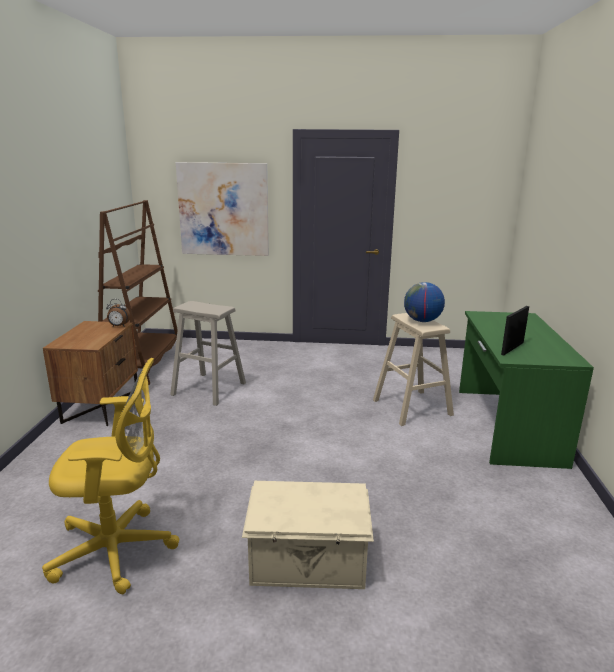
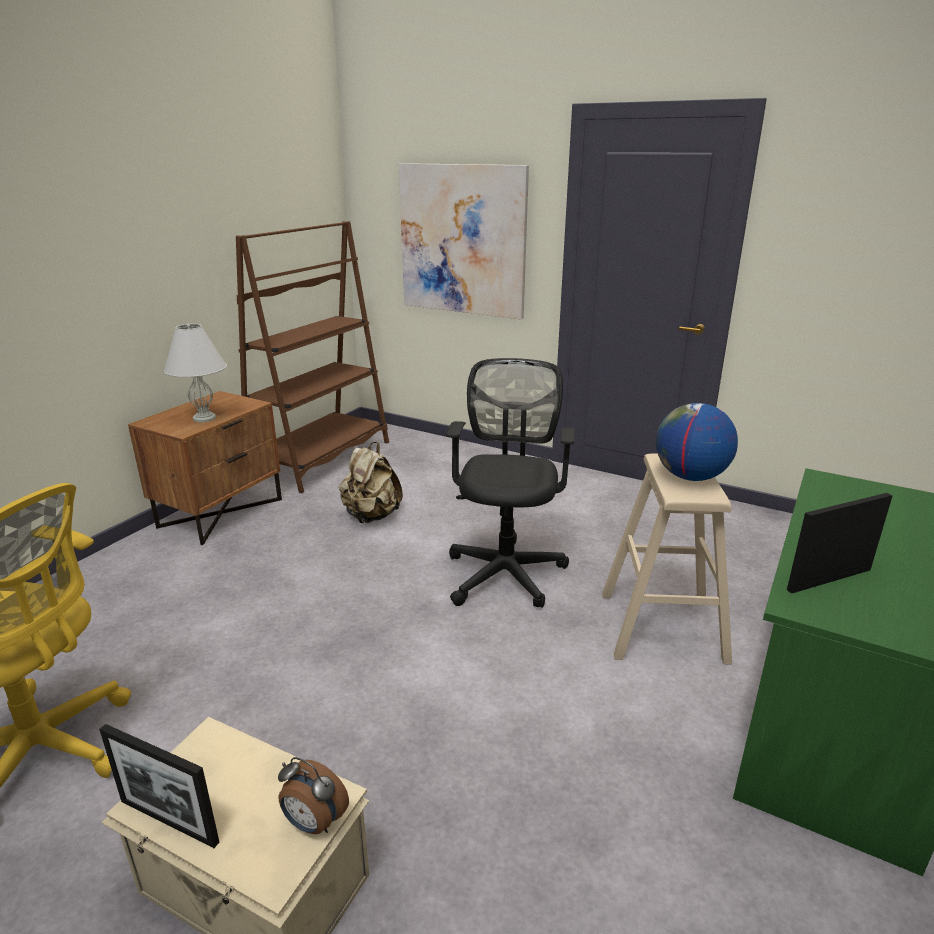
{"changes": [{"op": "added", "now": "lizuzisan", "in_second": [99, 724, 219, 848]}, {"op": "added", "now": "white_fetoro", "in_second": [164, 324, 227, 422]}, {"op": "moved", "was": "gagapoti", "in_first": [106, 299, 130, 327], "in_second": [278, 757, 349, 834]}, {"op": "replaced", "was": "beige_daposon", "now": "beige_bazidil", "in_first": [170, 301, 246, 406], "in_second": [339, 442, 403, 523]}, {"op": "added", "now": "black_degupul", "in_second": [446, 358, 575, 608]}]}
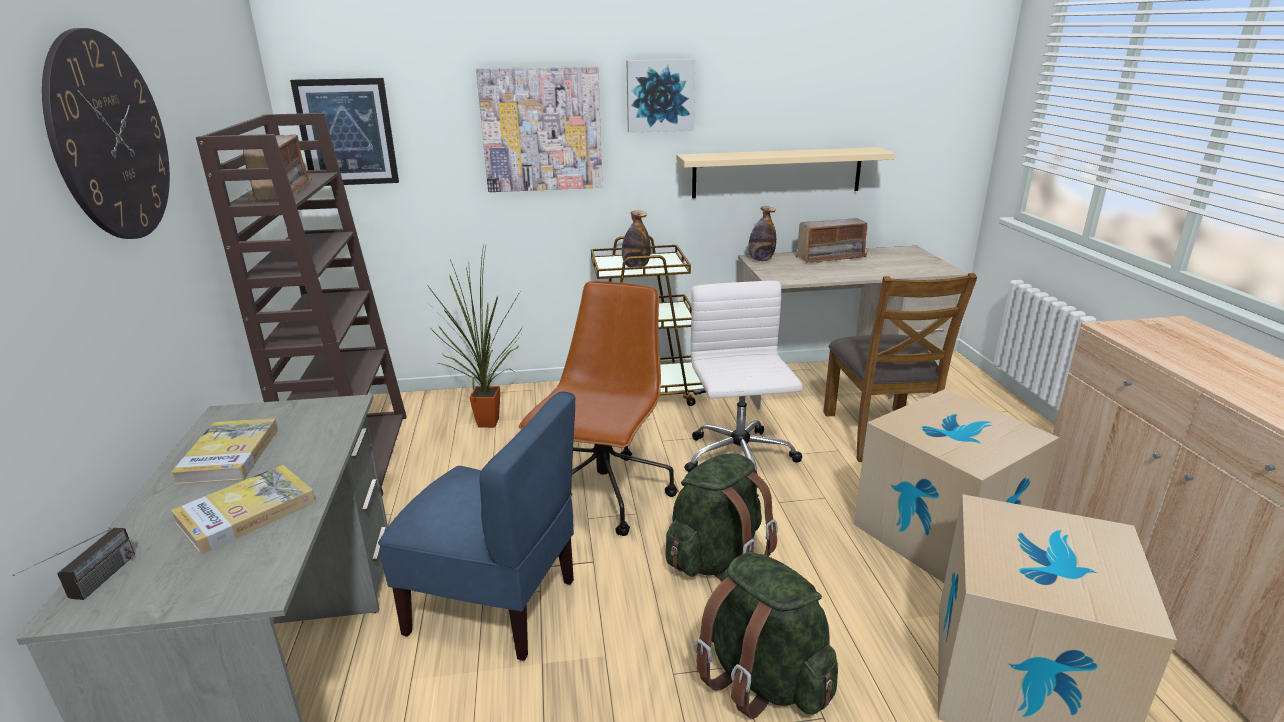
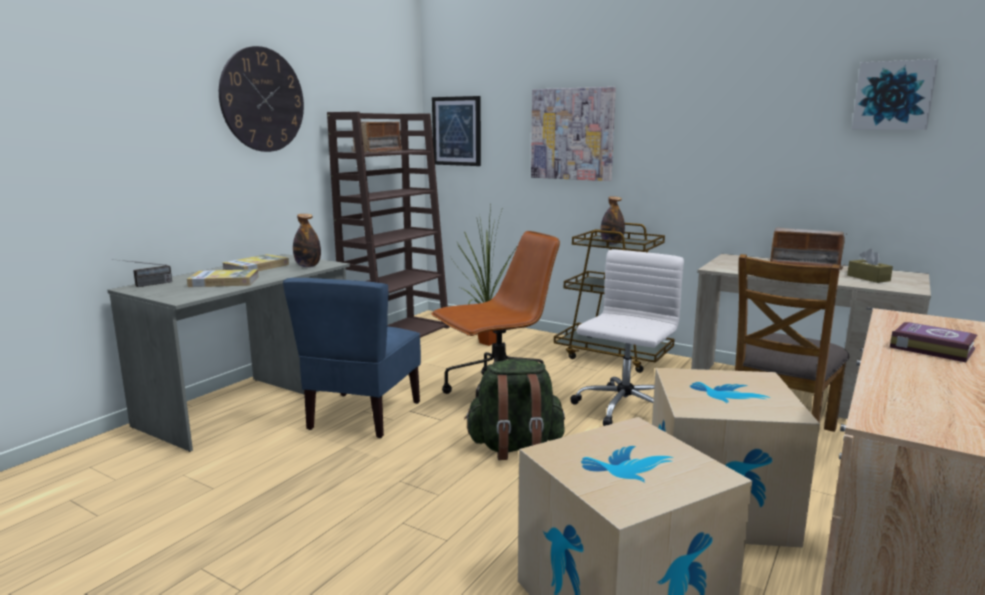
{"changes": [{"op": "turned", "was": "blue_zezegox", "in_first": [378, 392, 575, 661], "in_second": [283, 278, 421, 438], "clockwise": 45}, {"op": "moved", "was": "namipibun", "in_first": [749, 206, 776, 261], "in_second": [293, 214, 321, 267]}, {"op": "added", "now": "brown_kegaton", "in_second": [847, 249, 893, 283]}, {"op": "moved", "was": "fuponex", "in_first": [626, 59, 695, 133], "in_second": [852, 59, 939, 130]}, {"op": "added", "now": "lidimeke", "in_second": [890, 322, 977, 362]}, {"op": "removed", "was": "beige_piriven", "in_first": [677, 147, 895, 198]}, {"op": "removed", "was": "green_bazidil", "in_first": [694, 552, 838, 719]}]}
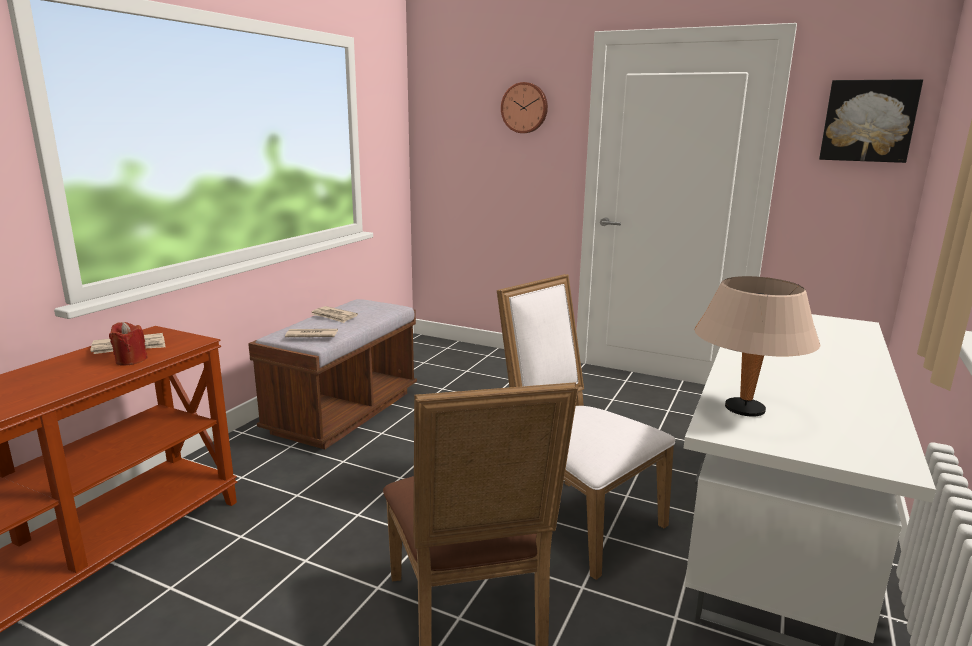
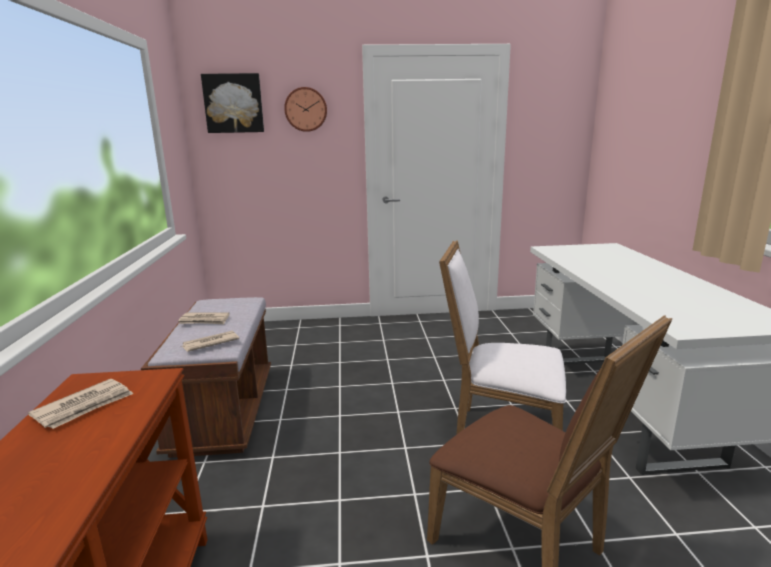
{"changes": [{"op": "moved", "was": "fuponex", "in_first": [819, 79, 923, 163], "in_second": [201, 73, 264, 133]}, {"op": "removed", "was": "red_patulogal", "in_first": [109, 322, 148, 365]}, {"op": "removed", "was": "beige_fetoro", "in_first": [695, 276, 821, 417]}]}
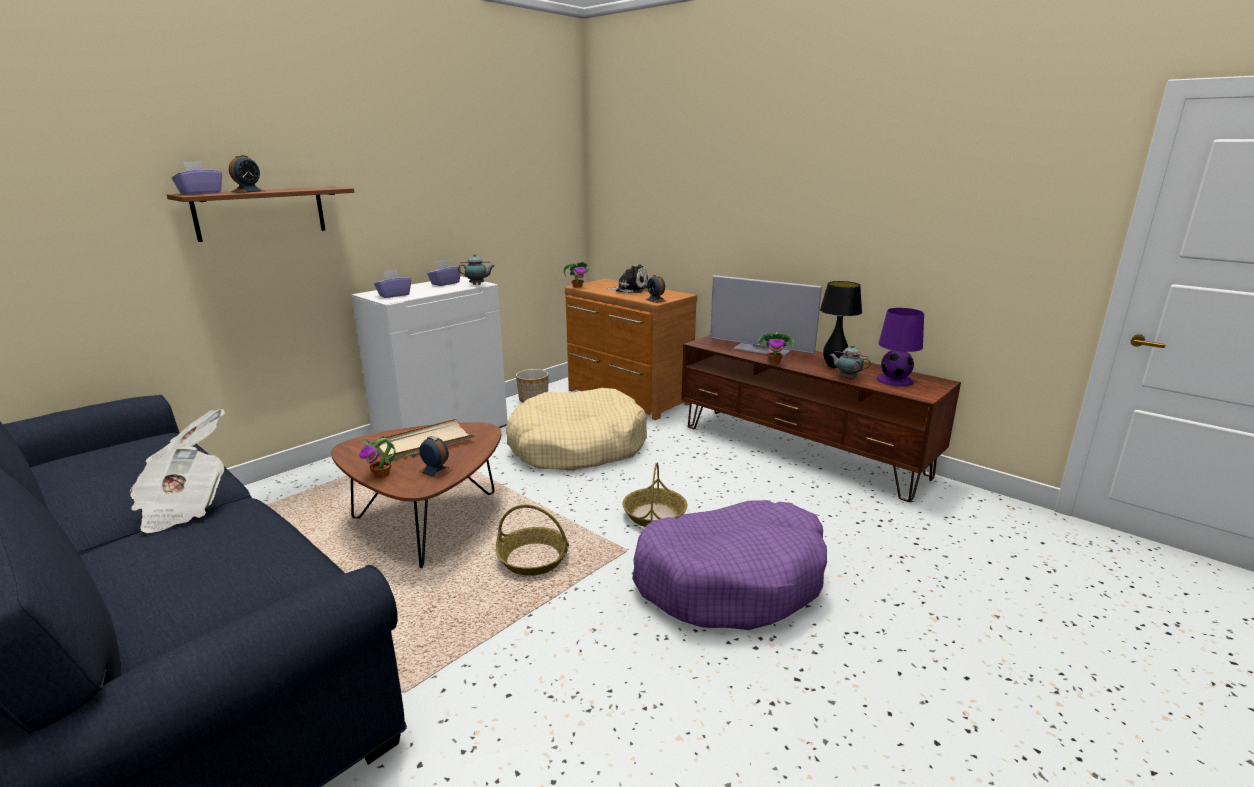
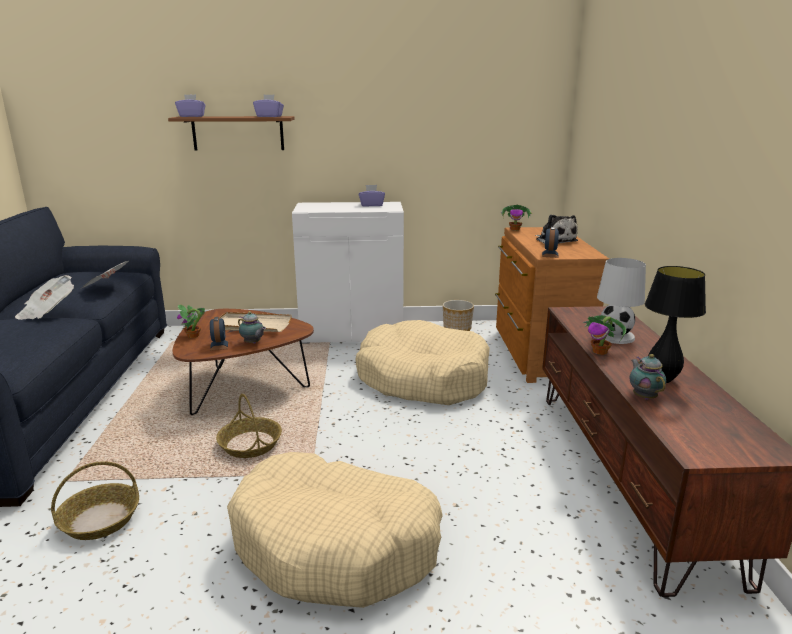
{"changes": [{"op": "moved", "was": "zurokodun", "in_first": [622, 462, 687, 527], "in_second": [51, 461, 139, 540]}, {"op": "recoloured", "was": "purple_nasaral", "now": "beige_nasaral", "in_first": [632, 500, 827, 630], "in_second": [227, 452, 443, 608]}, {"op": "moved", "was": "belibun", "in_first": [458, 254, 494, 285], "in_second": [238, 311, 266, 344]}, {"op": "moved", "was": "purple_kegaton", "in_first": [374, 270, 411, 298], "in_second": [253, 94, 284, 117]}, {"op": "replaced", "was": "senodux", "now": "white_fetoro", "in_first": [710, 275, 822, 357], "in_second": [597, 258, 646, 344]}, {"op": "removed", "was": "gagapoti", "in_first": [229, 155, 265, 193]}, {"op": "removed", "was": "purple_fetoro", "in_first": [877, 308, 924, 387]}]}
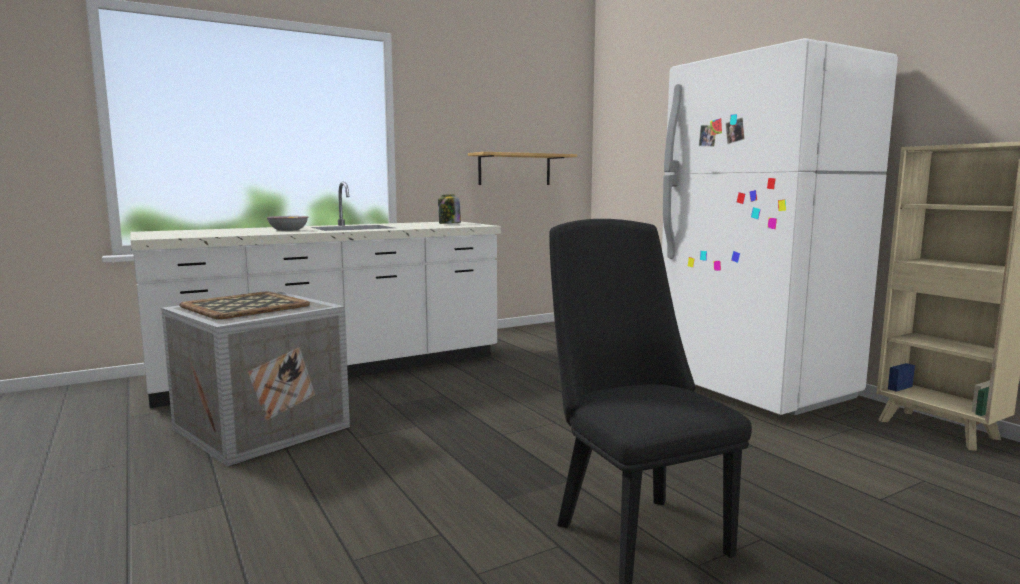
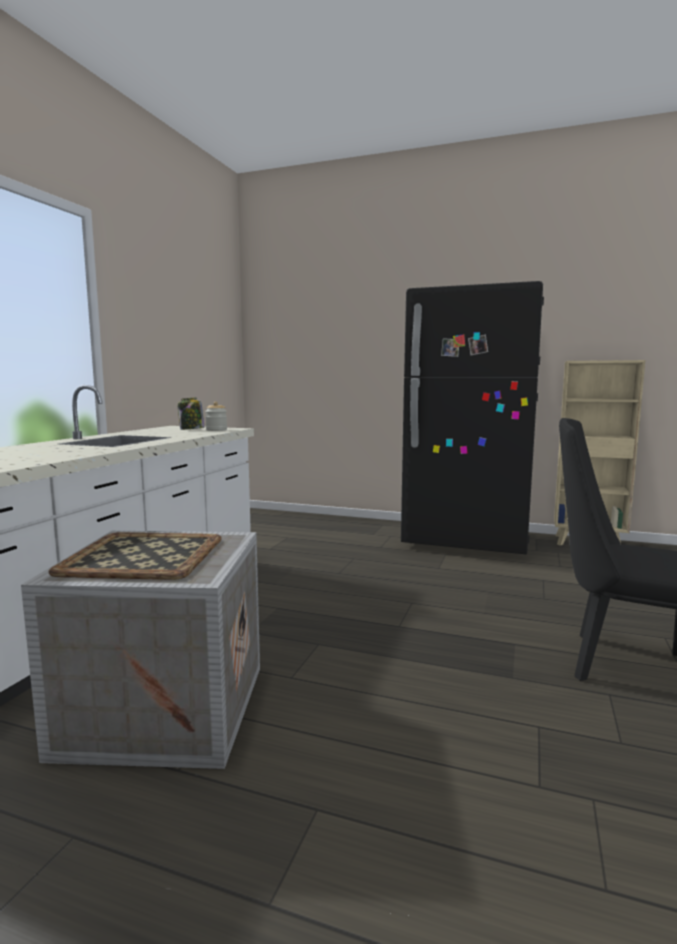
{"changes": [{"op": "added", "now": "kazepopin", "in_second": [205, 402, 227, 431]}, {"op": "recoloured", "was": "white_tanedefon", "now": "black_tanedefon", "in_first": [662, 38, 898, 415], "in_second": [401, 281, 544, 554]}, {"op": "removed", "was": "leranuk", "in_first": [266, 216, 309, 231]}, {"op": "removed", "was": "piriven", "in_first": [468, 152, 577, 185]}]}
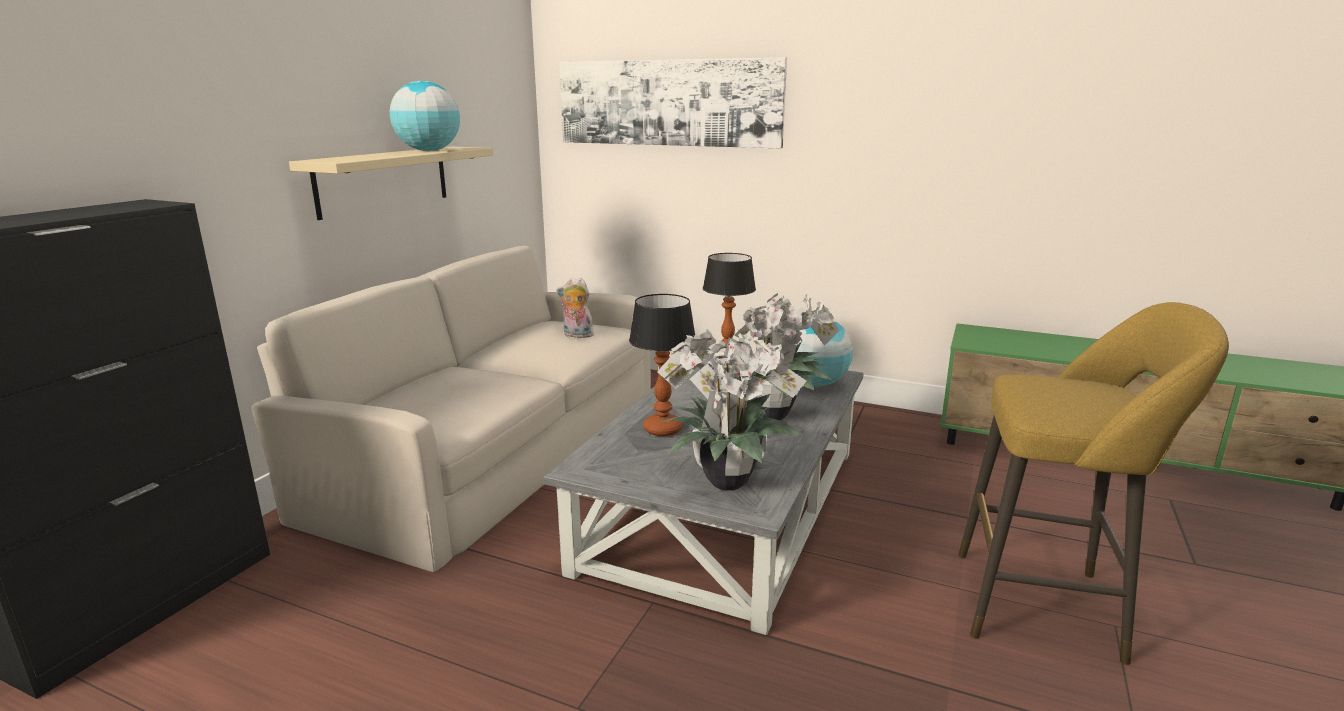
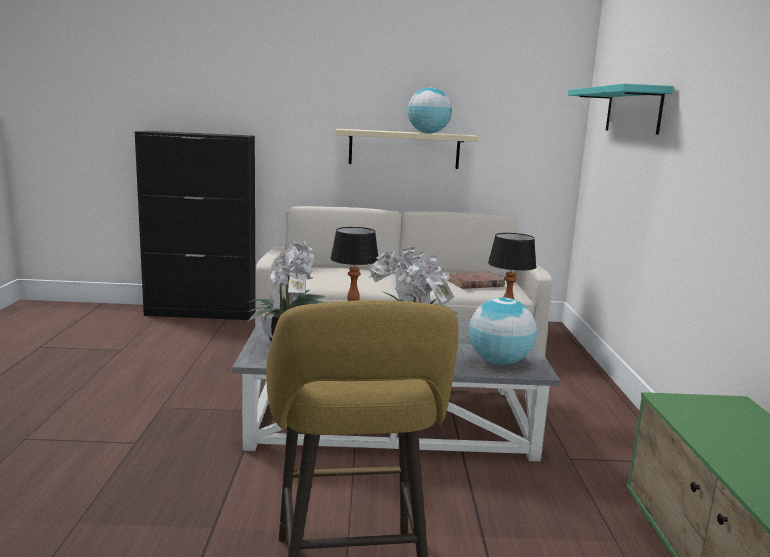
{"changes": [{"op": "replaced", "was": "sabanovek", "now": "brown_lidimeke", "in_first": [557, 278, 594, 338], "in_second": [447, 272, 505, 289]}, {"op": "replaced", "was": "fuponex", "now": "turquoise_piriven", "in_first": [559, 57, 787, 148], "in_second": [568, 83, 674, 135]}]}
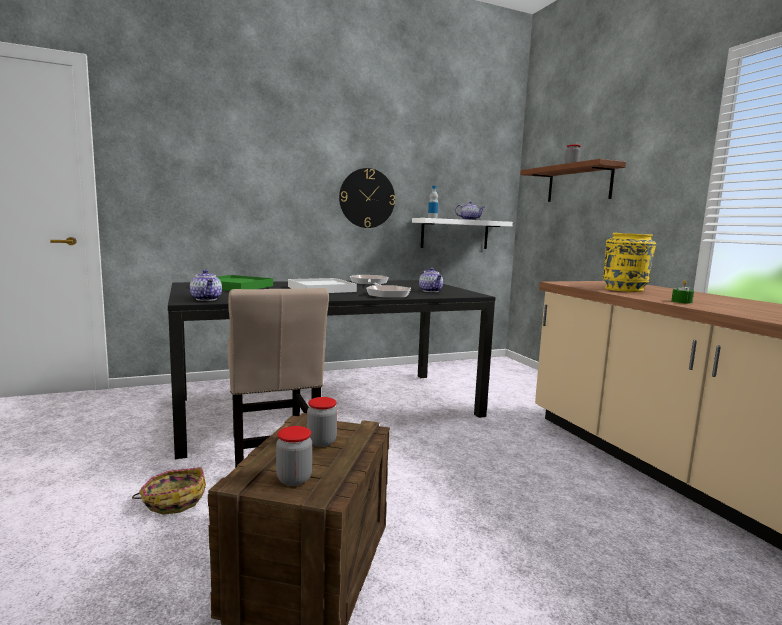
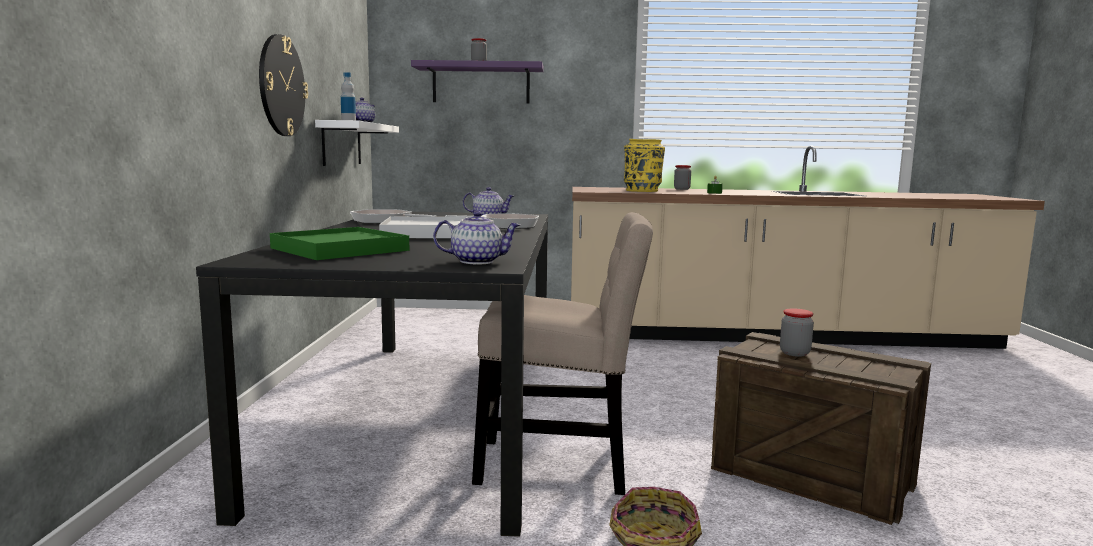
{"changes": [{"op": "recoloured", "was": "brown_piriven", "now": "purple_piriven", "in_first": [521, 159, 626, 202], "in_second": [411, 60, 544, 104]}, {"op": "moved", "was": "kazepopin", "in_first": [276, 426, 312, 486], "in_second": [674, 165, 691, 190]}]}
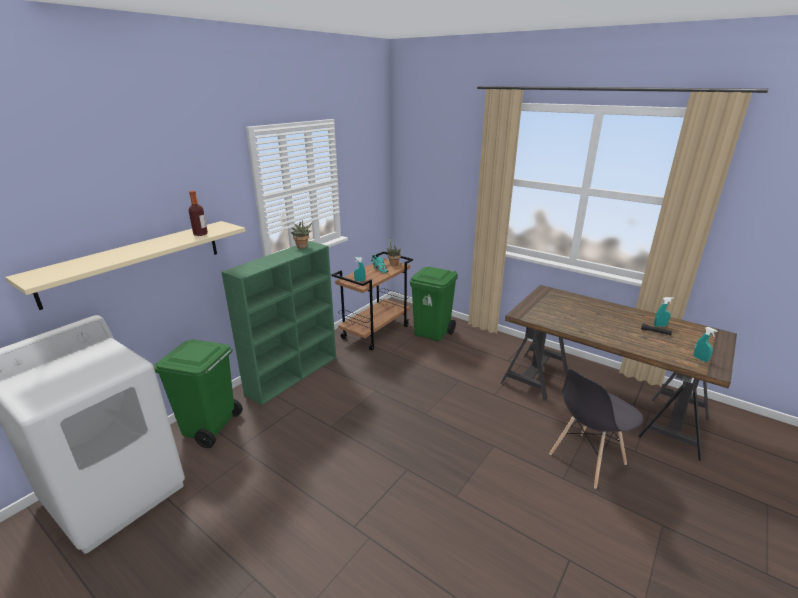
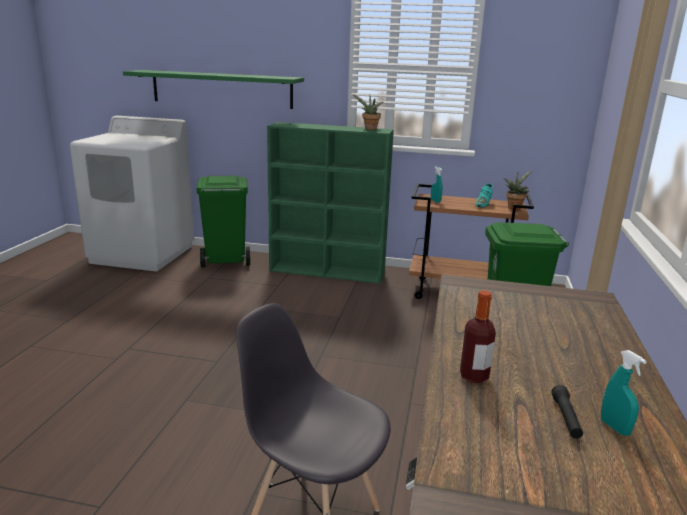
{"changes": [{"op": "recoloured", "was": "beige_piriven", "now": "green_piriven", "in_first": [5, 221, 246, 310], "in_second": [123, 70, 304, 109]}, {"op": "moved", "was": "namipibun", "in_first": [189, 191, 208, 236], "in_second": [460, 291, 496, 383]}, {"op": "removed", "was": "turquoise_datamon", "in_first": [693, 327, 718, 362]}]}
